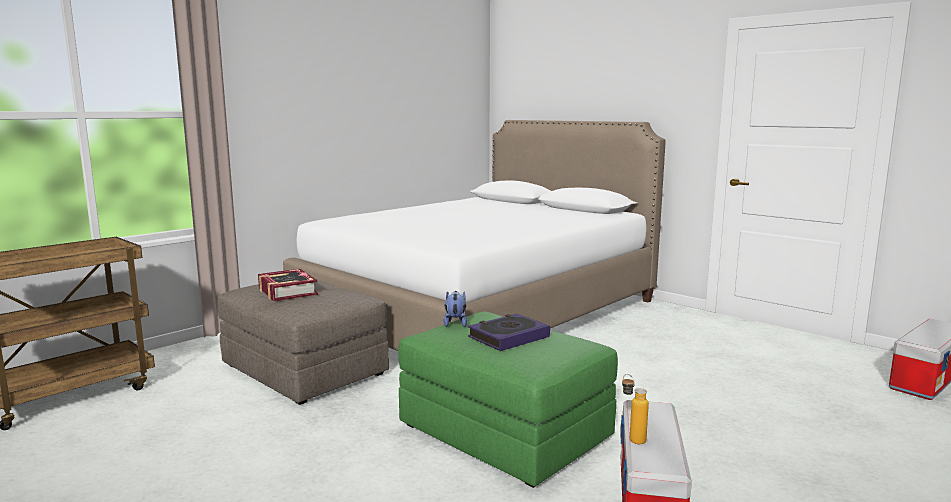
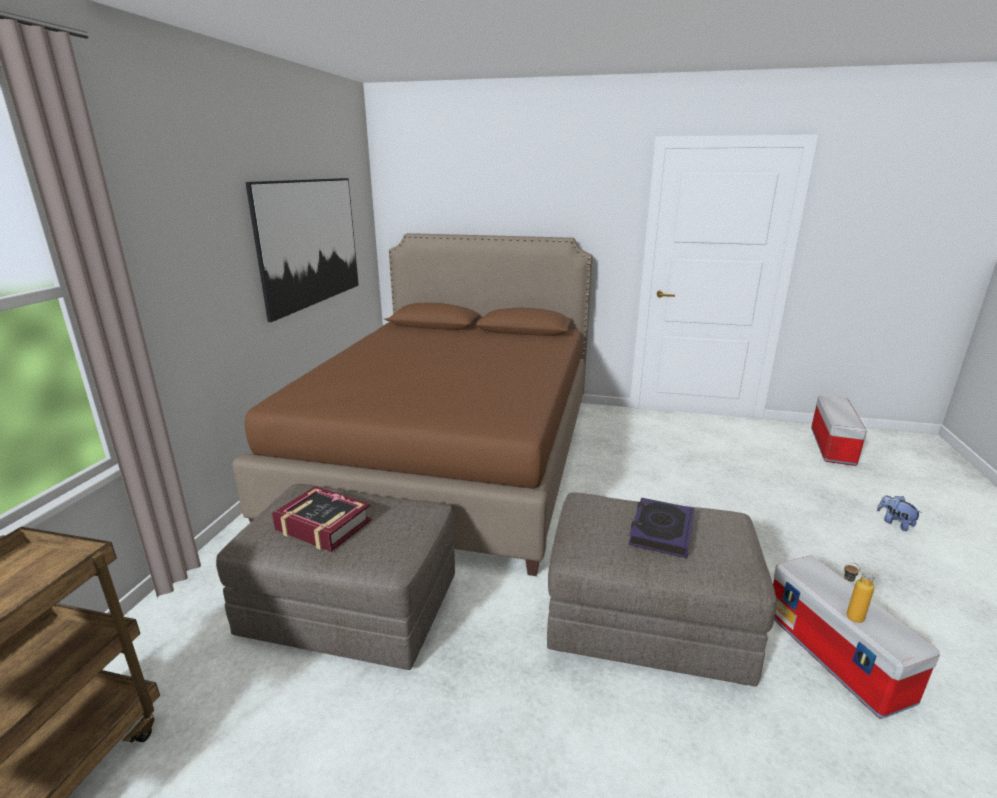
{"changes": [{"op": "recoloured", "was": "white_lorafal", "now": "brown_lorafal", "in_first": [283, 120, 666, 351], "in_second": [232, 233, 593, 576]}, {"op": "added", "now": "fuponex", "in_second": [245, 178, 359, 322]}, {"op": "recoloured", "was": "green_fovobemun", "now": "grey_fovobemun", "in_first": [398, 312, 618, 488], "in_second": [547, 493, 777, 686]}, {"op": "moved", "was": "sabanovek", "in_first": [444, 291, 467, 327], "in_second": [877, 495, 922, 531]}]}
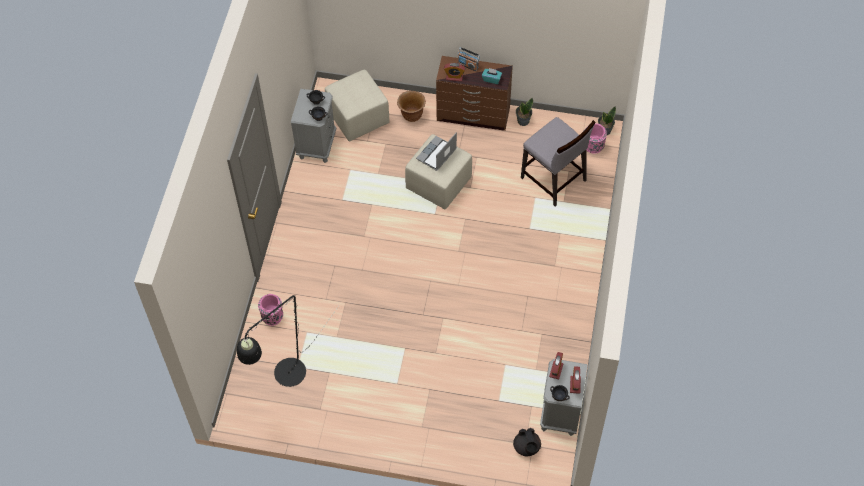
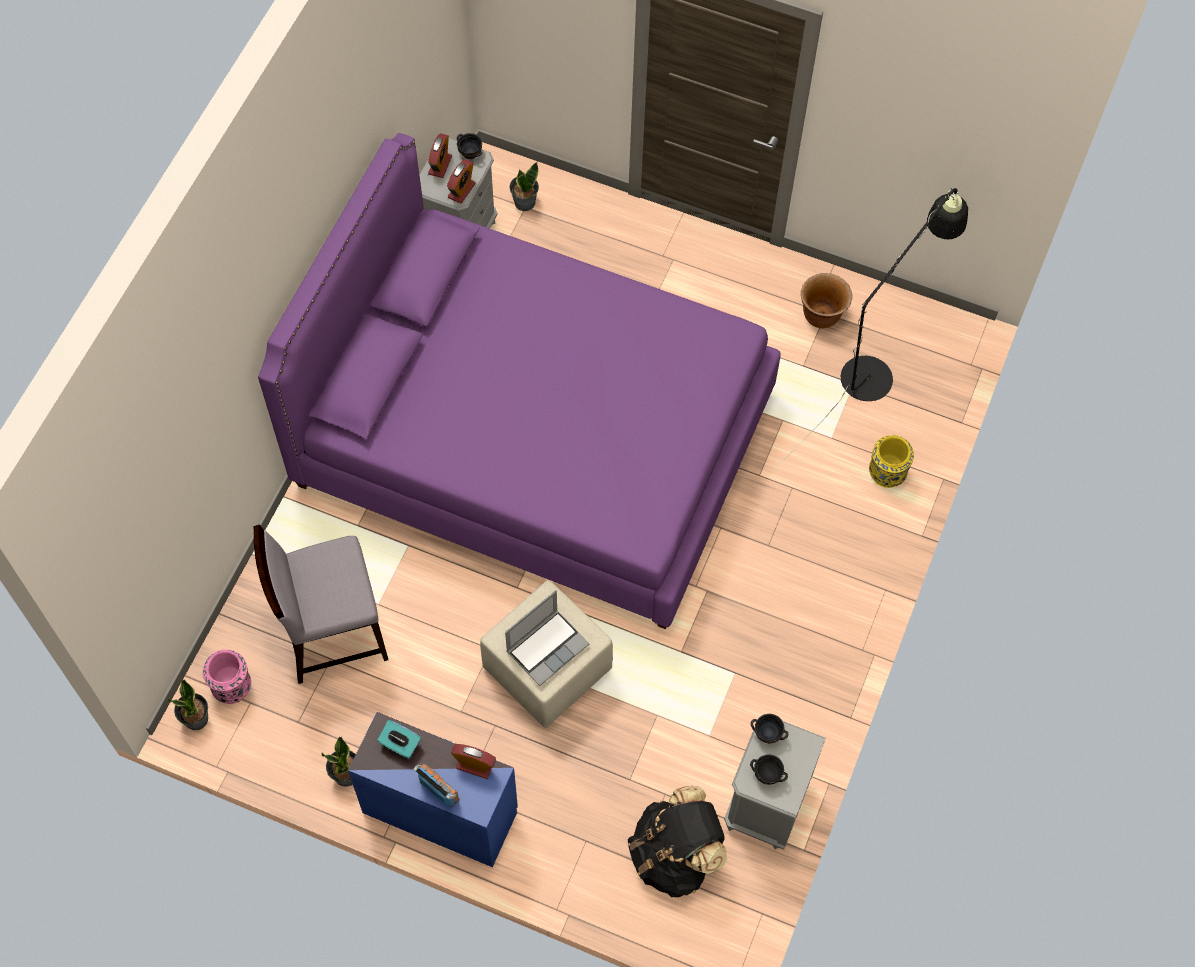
{"changes": [{"op": "turned", "was": "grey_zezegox", "in_first": [521, 117, 595, 206], "in_second": [254, 524, 388, 684], "clockwise": -75}, {"op": "added", "now": "purple_lorafal", "in_second": [258, 133, 781, 629]}, {"op": "recoloured", "was": "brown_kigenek", "now": "blue_kigenek", "in_first": [436, 56, 513, 131], "in_second": [348, 712, 518, 867]}, {"op": "replaced", "was": "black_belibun", "now": "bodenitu", "in_first": [513, 428, 541, 456], "in_second": [510, 162, 539, 211]}, {"op": "replaced", "was": "beige_fovobemun", "now": "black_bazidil", "in_first": [325, 70, 390, 141], "in_second": [628, 786, 727, 897]}, {"op": "moved", "was": "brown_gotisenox", "in_first": [397, 91, 426, 122], "in_second": [801, 273, 852, 328]}, {"op": "recoloured", "was": "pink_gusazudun", "now": "yellow_gusazudun", "in_first": [258, 294, 283, 326], "in_second": [869, 435, 914, 488]}]}
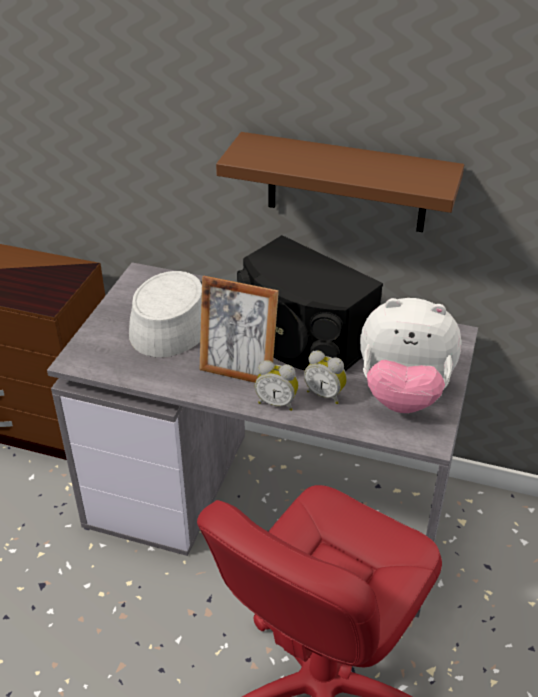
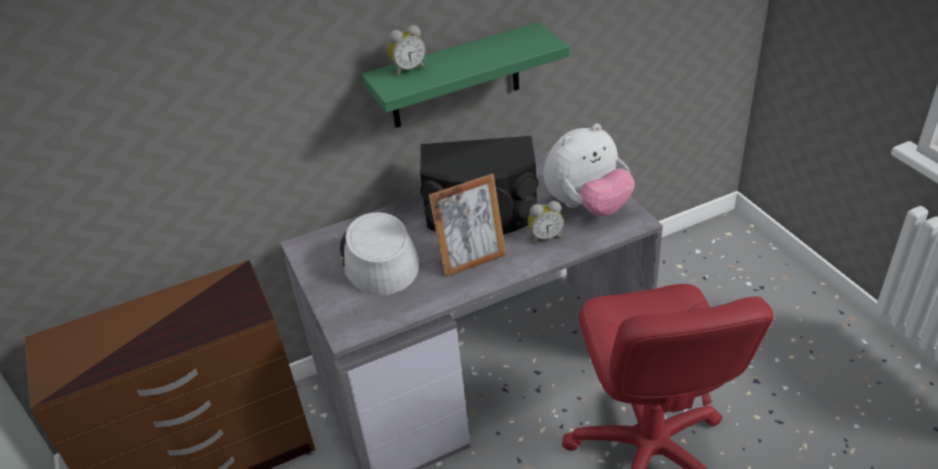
{"changes": [{"op": "recoloured", "was": "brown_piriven", "now": "green_piriven", "in_first": [216, 132, 464, 232], "in_second": [361, 22, 569, 128]}, {"op": "moved", "was": "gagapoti", "in_first": [255, 360, 298, 411], "in_second": [388, 25, 426, 76]}]}
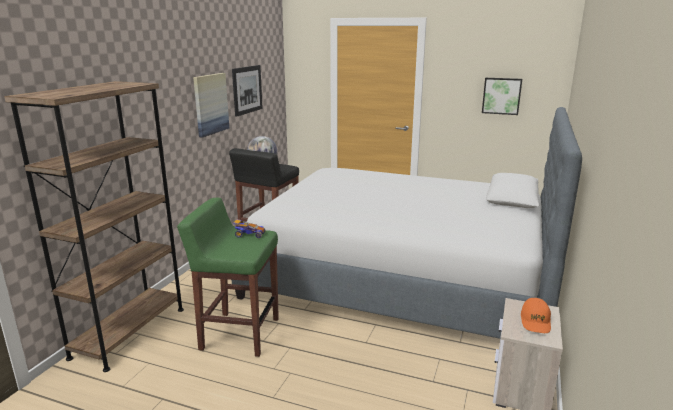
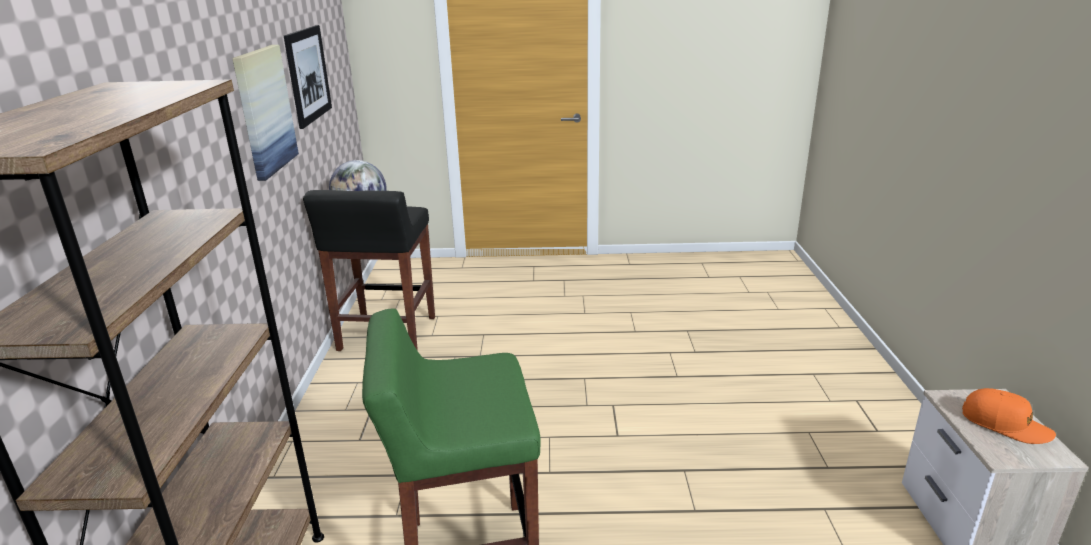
{"changes": [{"op": "turned", "was": "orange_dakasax", "in_first": [521, 298, 551, 333], "in_second": [962, 388, 1056, 444], "clockwise": -45}, {"op": "removed", "was": "lorafal", "in_first": [232, 107, 582, 339]}, {"op": "removed", "was": "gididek", "in_first": [233, 219, 266, 238]}, {"op": "removed", "was": "fuponex", "in_first": [482, 78, 522, 115]}]}
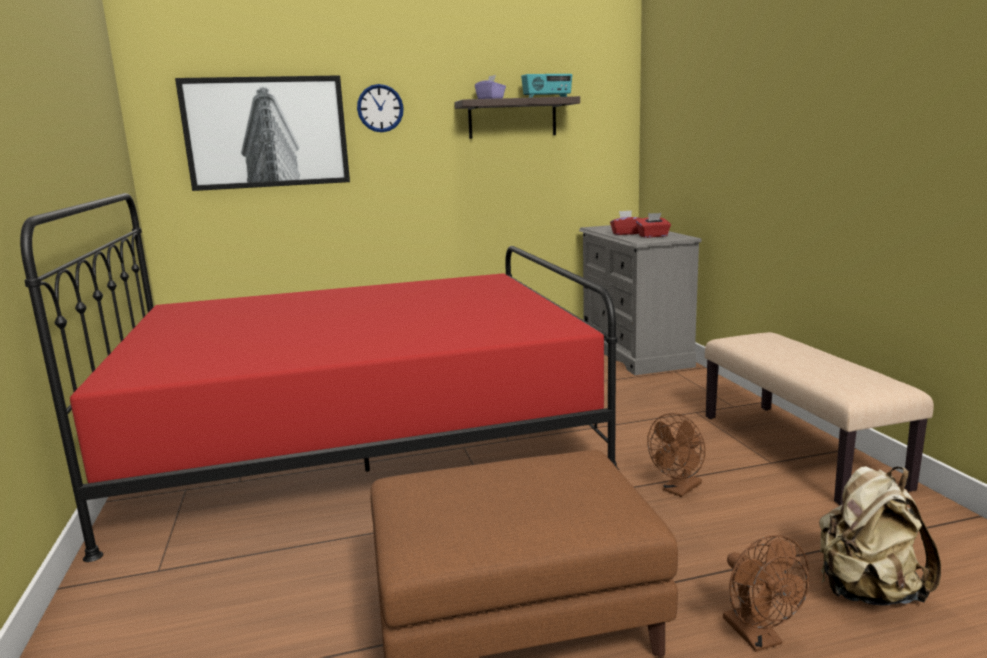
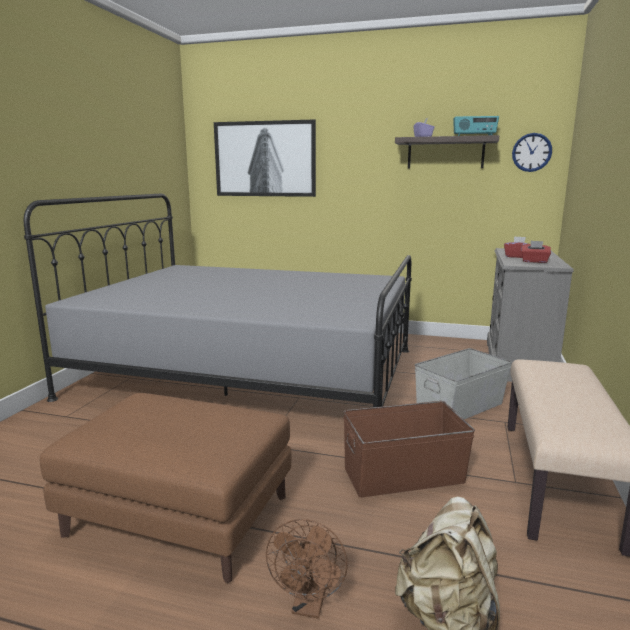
{"changes": [{"op": "recoloured", "was": "red_lorafal", "now": "grey_lorafal", "in_first": [20, 193, 619, 562], "in_second": [23, 194, 412, 407]}, {"op": "replaced", "was": "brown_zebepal", "now": "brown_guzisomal", "in_first": [647, 413, 706, 497], "in_second": [343, 401, 475, 498]}, {"op": "added", "now": "grey_guzisomal", "in_second": [415, 348, 512, 419]}, {"op": "moved", "was": "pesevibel", "in_first": [357, 84, 404, 132], "in_second": [512, 133, 552, 172]}]}
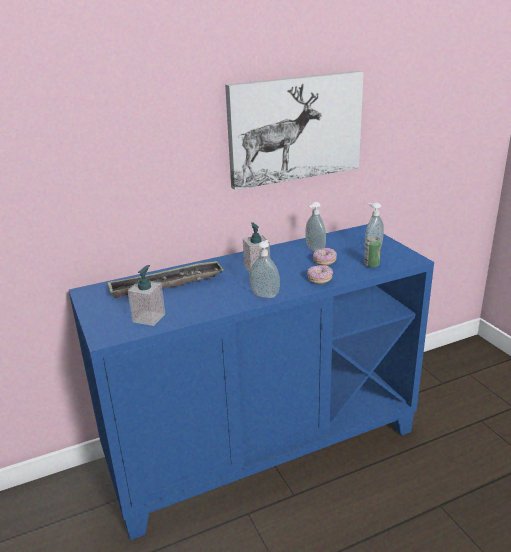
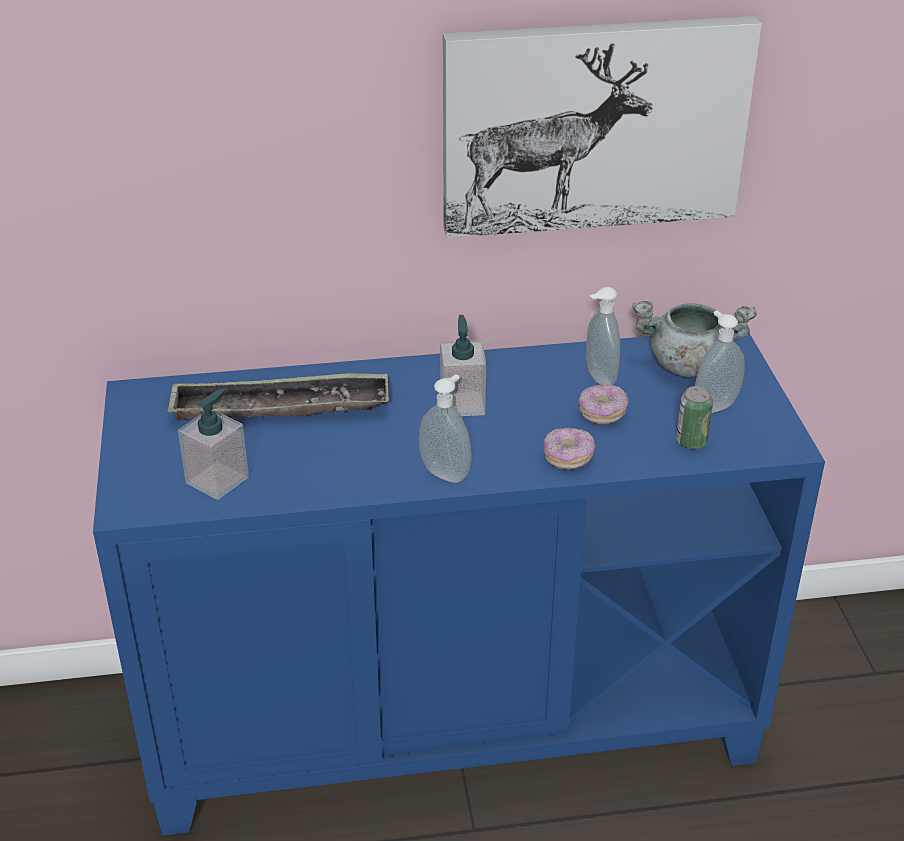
{"changes": [{"op": "added", "now": "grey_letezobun", "in_second": [632, 301, 756, 378]}]}
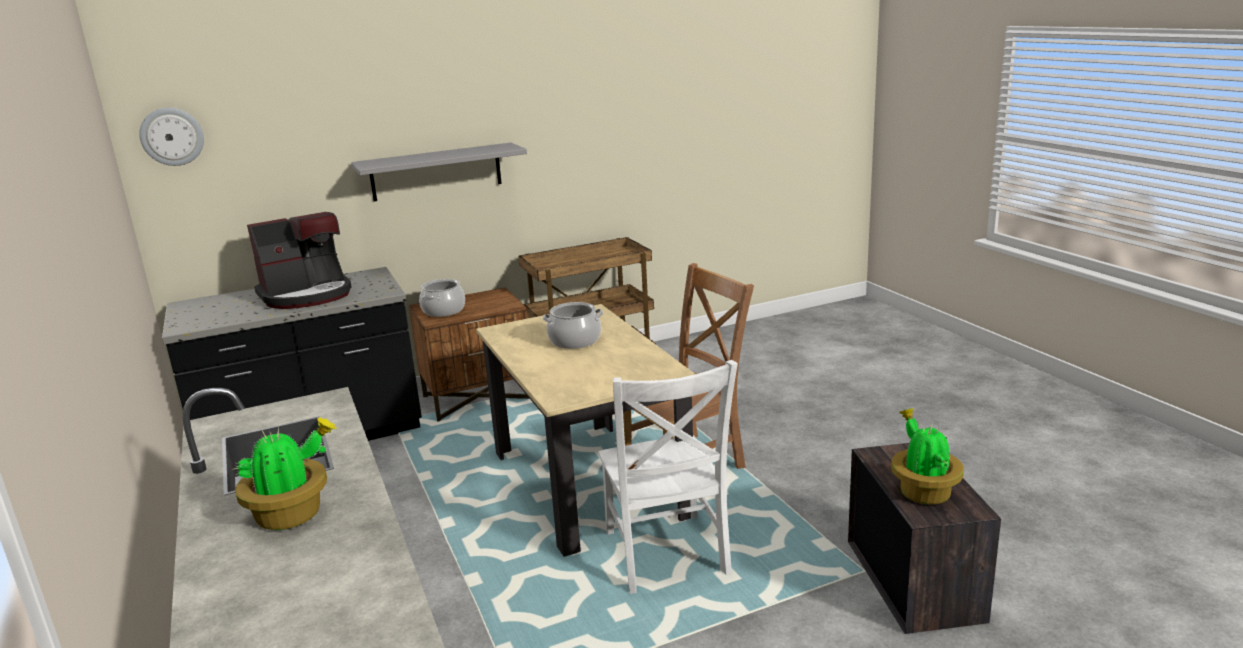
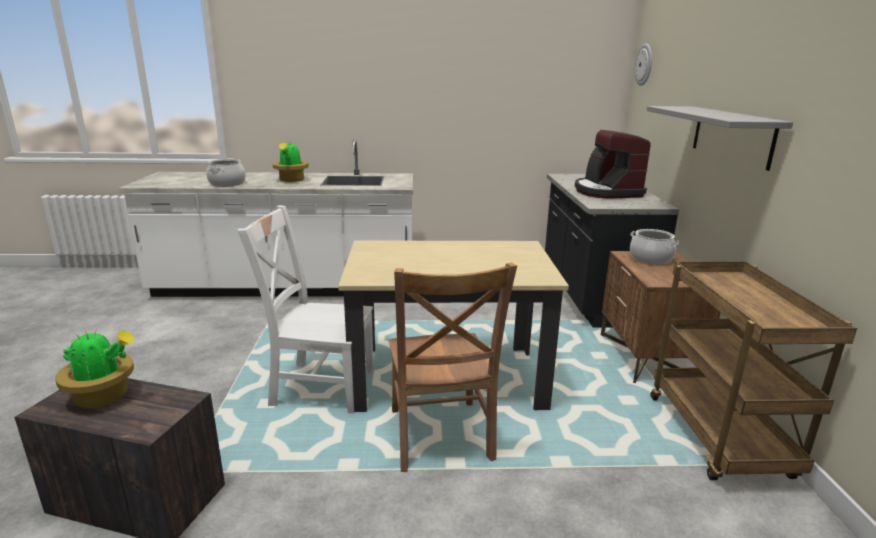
{"changes": [{"op": "moved", "was": "letezobun", "in_first": [542, 302, 603, 349], "in_second": [206, 159, 246, 187]}]}
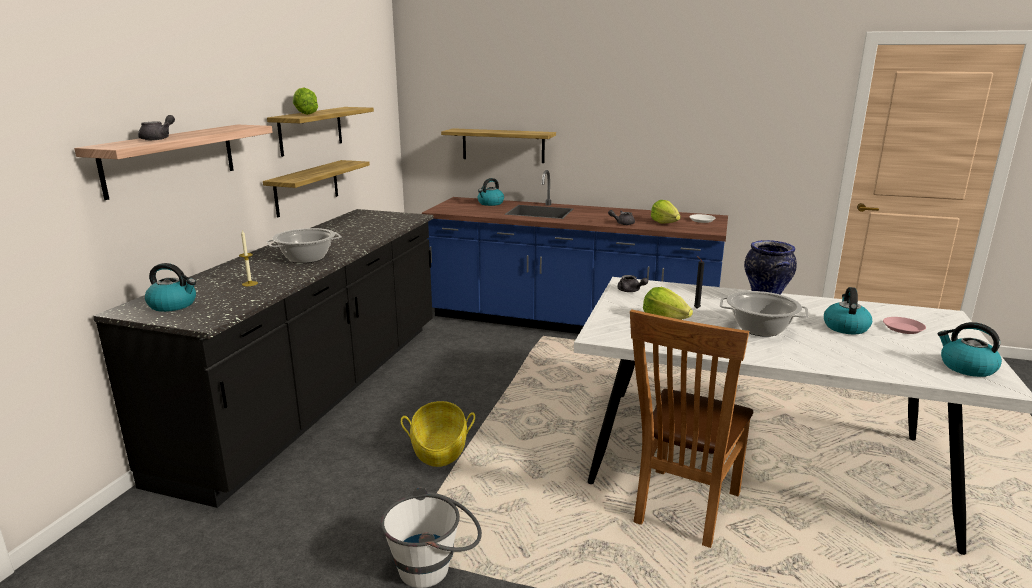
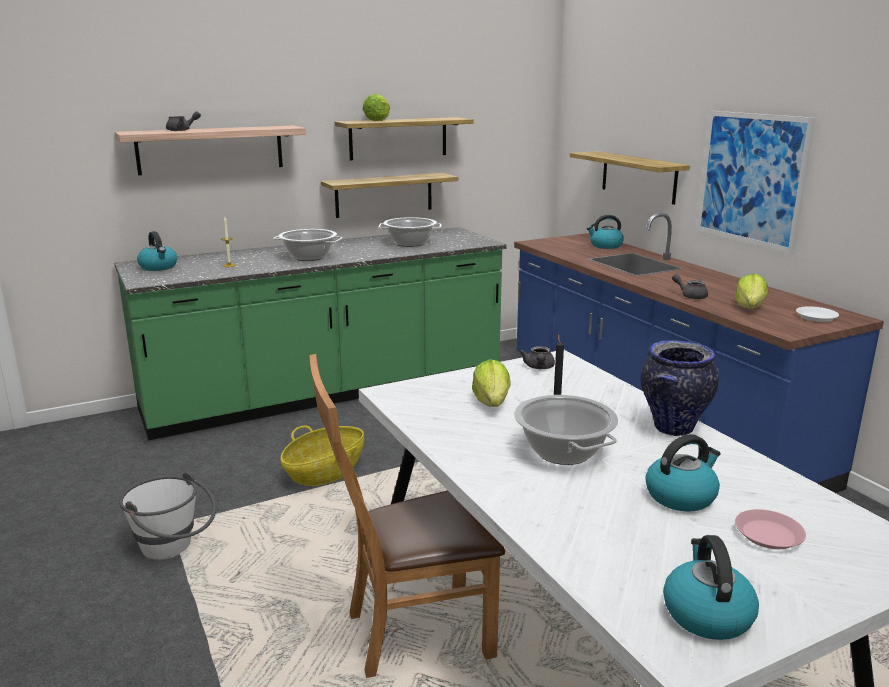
{"changes": [{"op": "recoloured", "was": "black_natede", "now": "green_natede", "in_first": [93, 209, 433, 508], "in_second": [114, 227, 507, 441]}, {"op": "added", "now": "letezobun", "in_second": [378, 217, 442, 247]}, {"op": "added", "now": "fuponex", "in_second": [697, 111, 815, 254]}]}
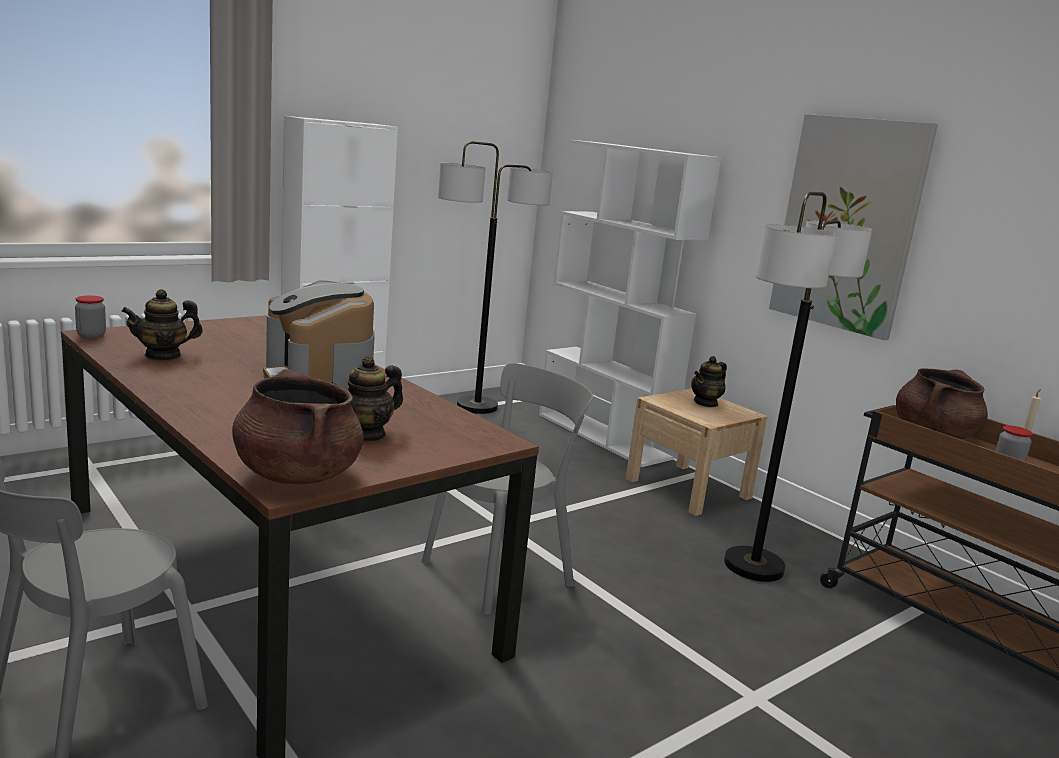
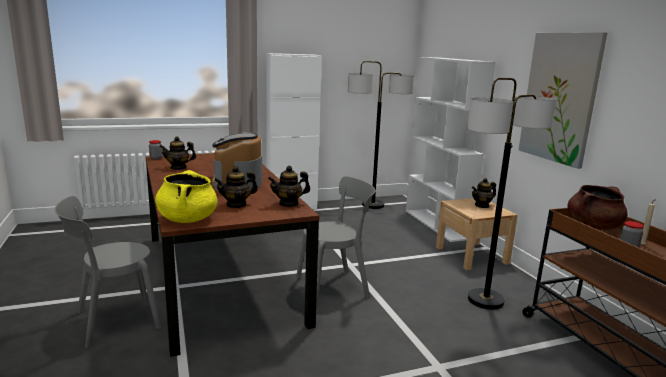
{"changes": [{"op": "recoloured", "was": "brown_letezobun", "now": "yellow_letezobun", "in_first": [232, 369, 364, 484], "in_second": [155, 170, 218, 223]}, {"op": "added", "now": "belibun", "in_second": [268, 166, 310, 207]}]}
